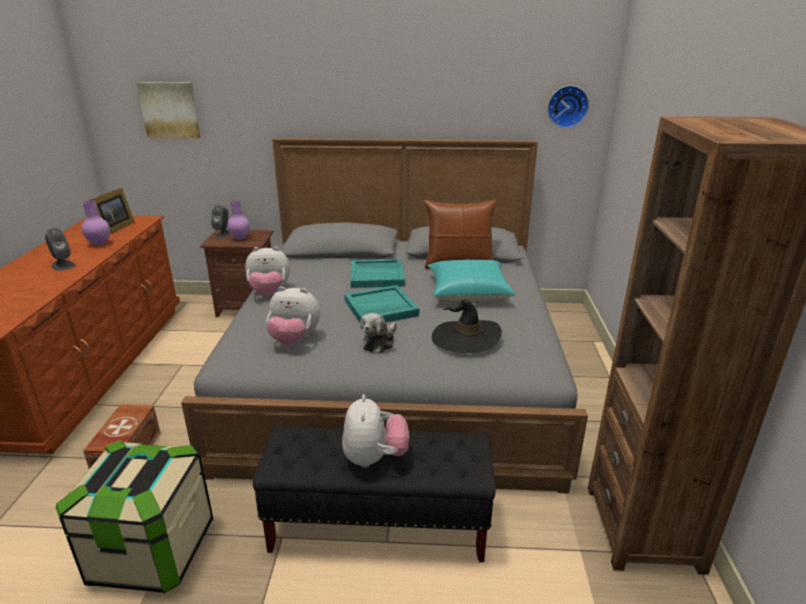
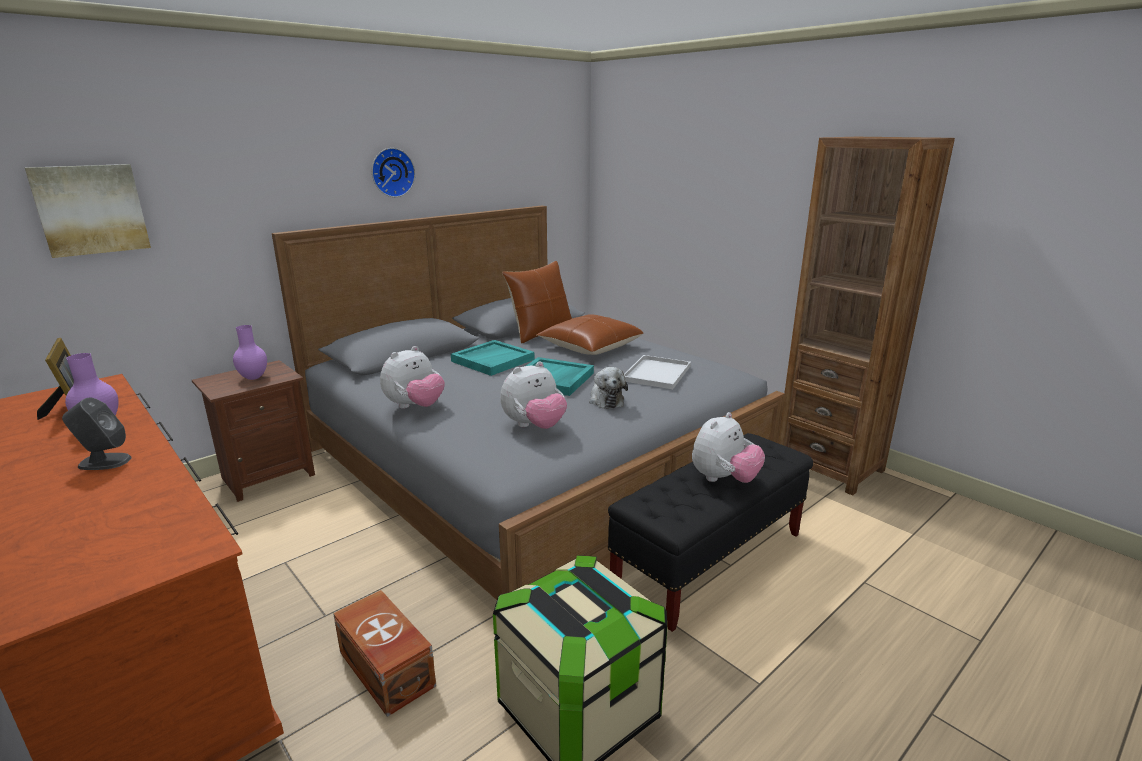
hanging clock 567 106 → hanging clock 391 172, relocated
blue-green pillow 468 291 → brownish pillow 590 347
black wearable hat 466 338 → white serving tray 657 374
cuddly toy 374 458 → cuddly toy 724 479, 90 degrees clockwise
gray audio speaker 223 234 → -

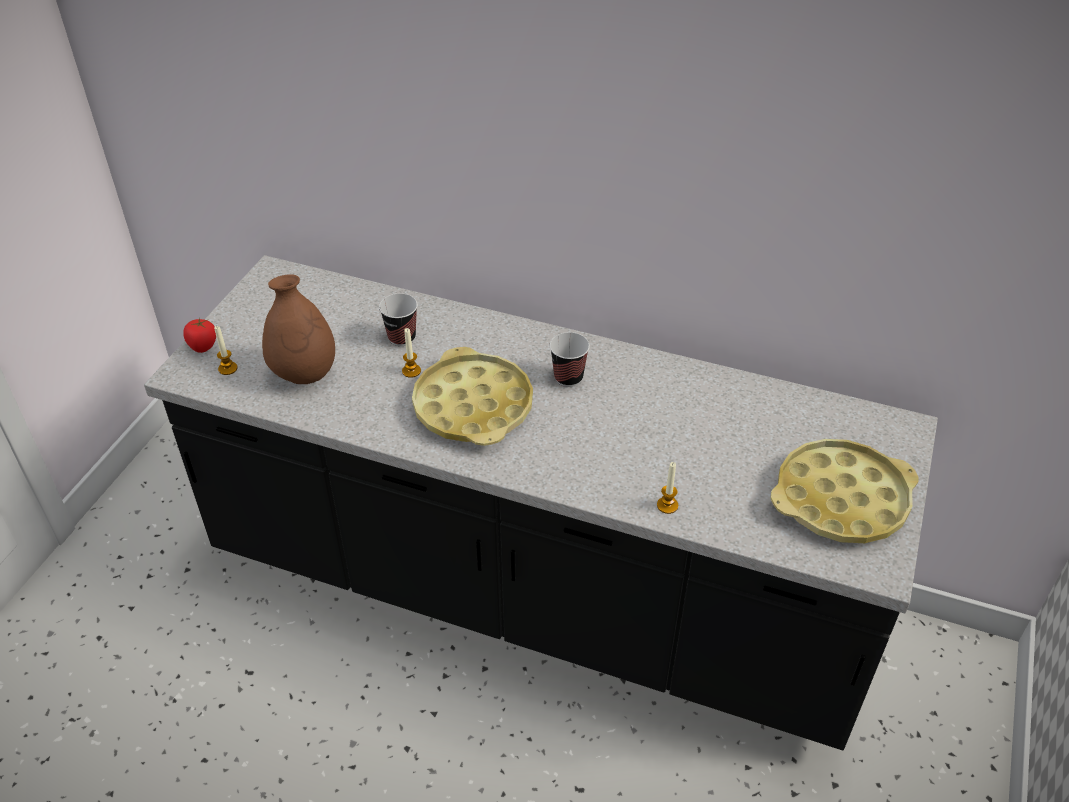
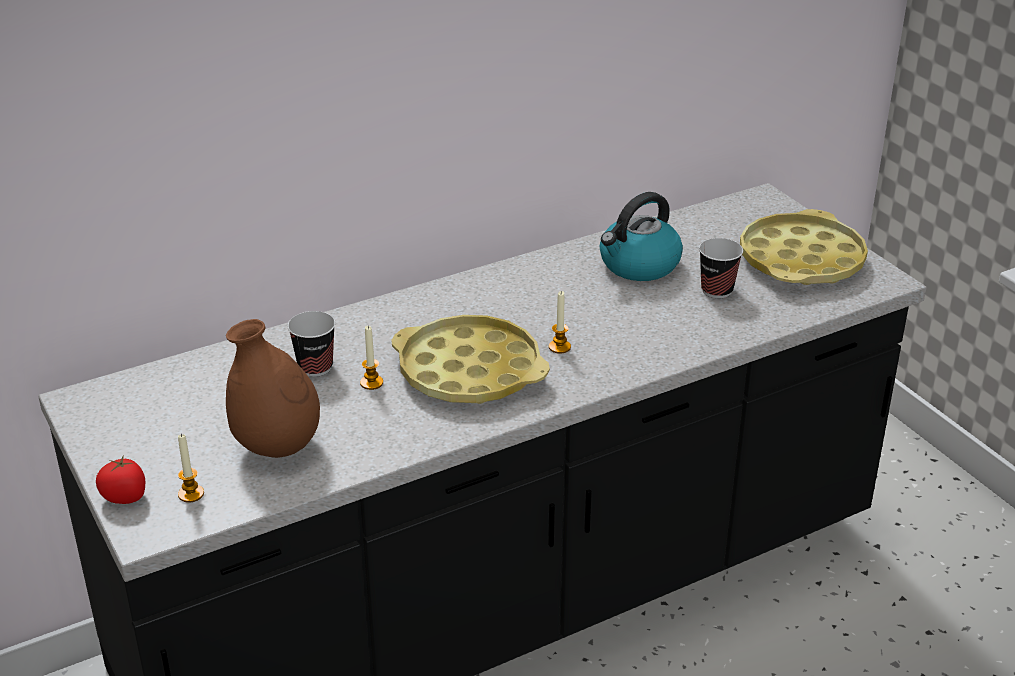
wax candle 667 505 → wax candle 559 347, relocated
- → tea kettle 638 265
drinking cup 568 378 → drinking cup 717 290, relocated

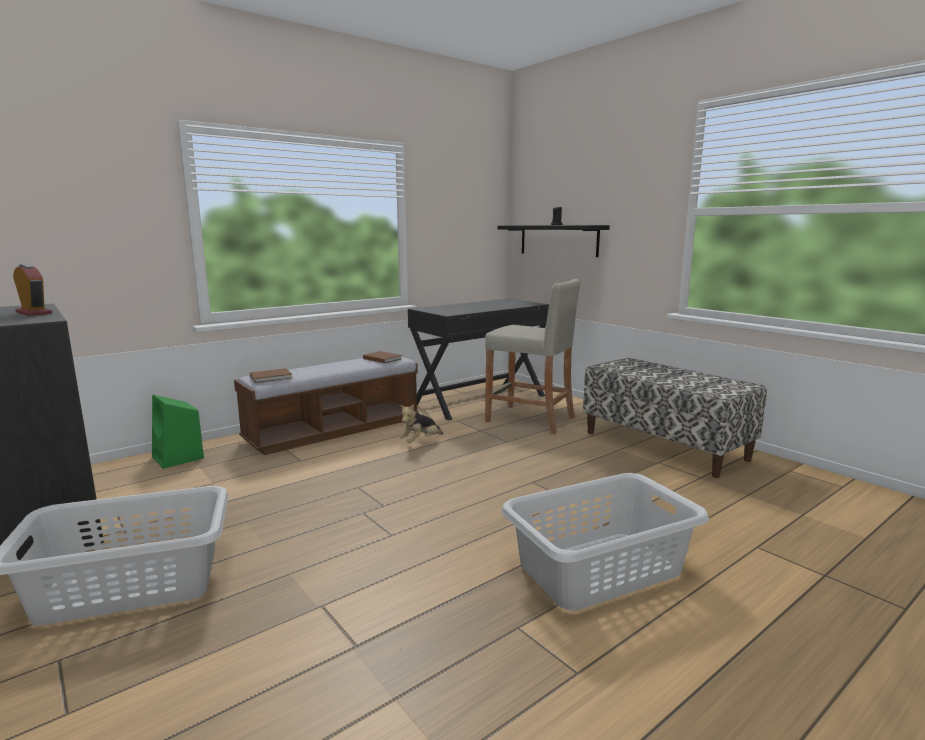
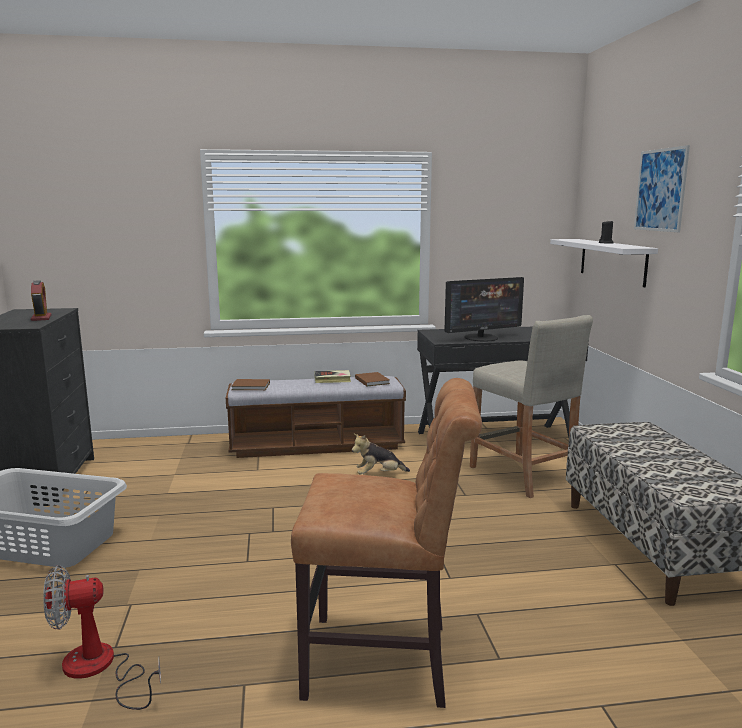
- → fan 99 669
gray hamper 601 569 → brownish plain chair 386 661
- → book 332 379
- → monitor 481 338
black bracket shelf 558 240 → white bracket shelf 612 261
- → wall art 660 190
green-coloured audio speaker 178 458 → -

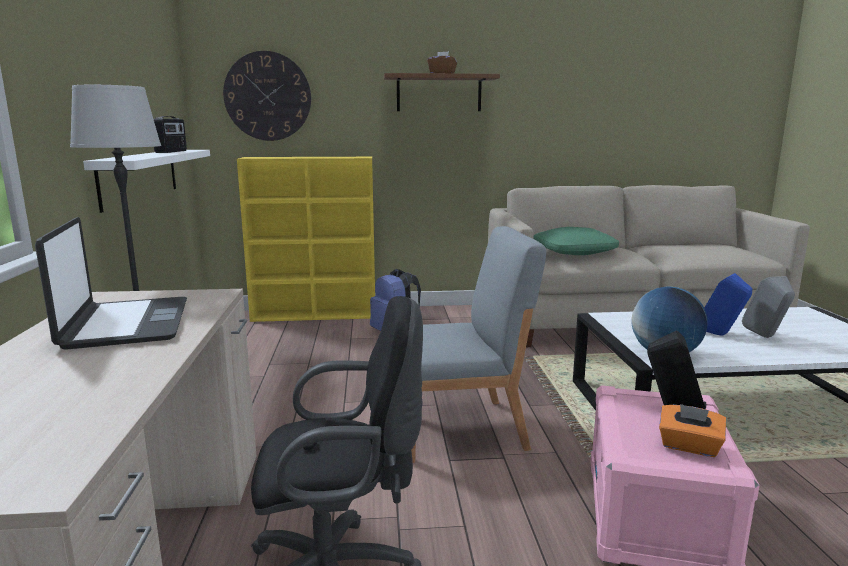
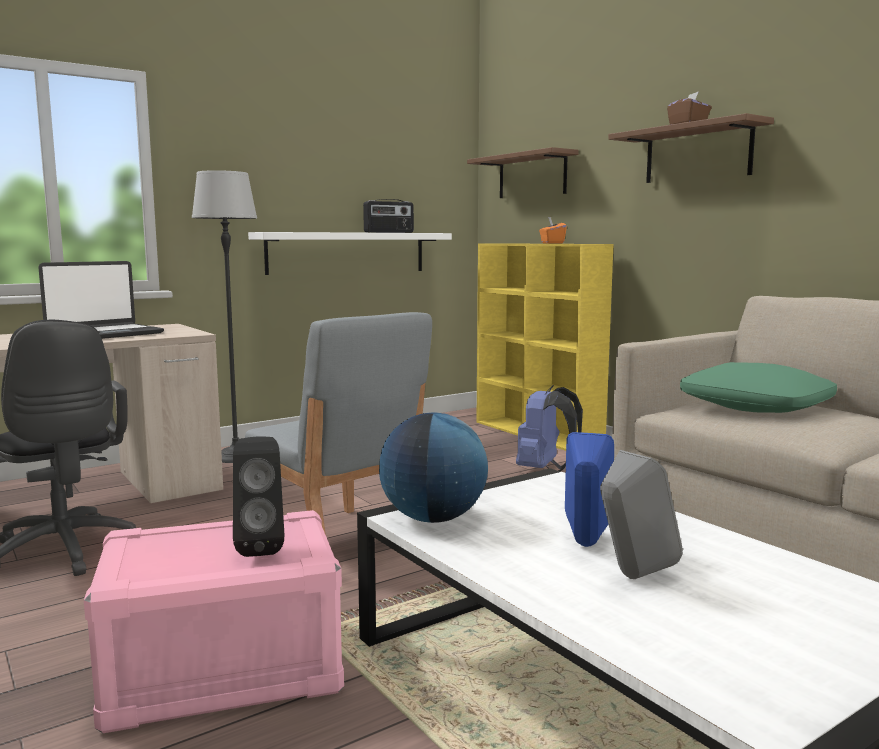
hanging clock 267 96 → brownish bracket shelf 532 176
orange tissue box 689 446 → orange tissue box 552 243, relocated

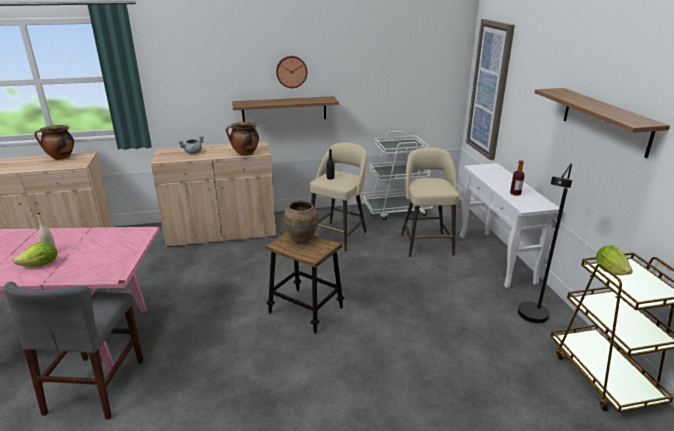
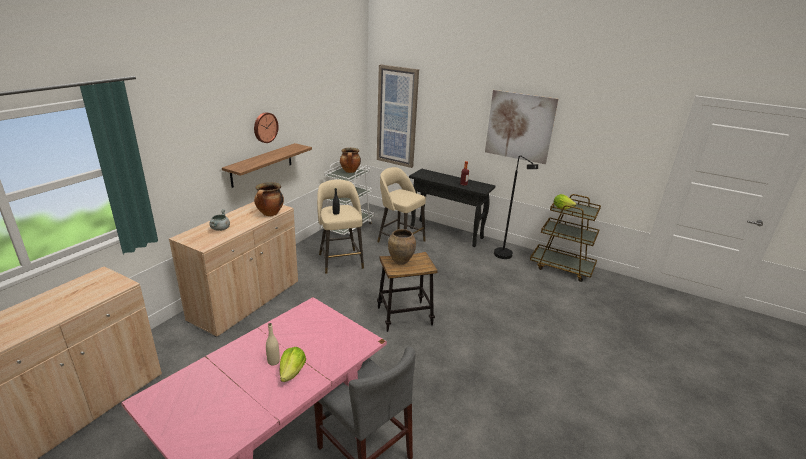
cooking pot 60 158 → cooking pot 350 171, relocated
white console table 496 259 → black console table 447 233
bracket shelf 605 120 → wall art 519 126

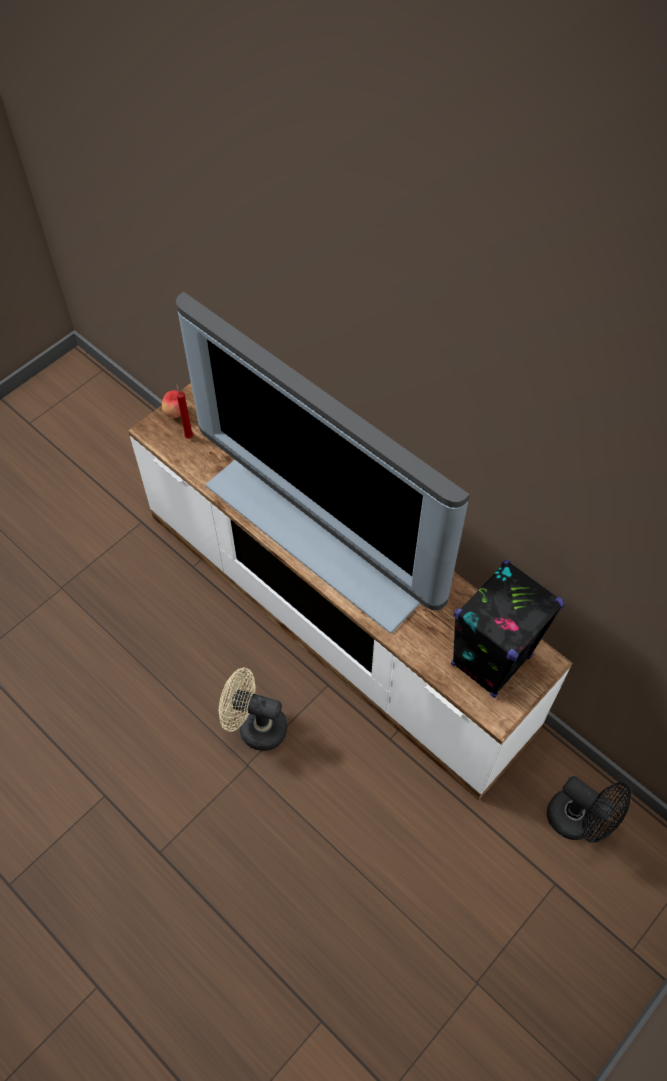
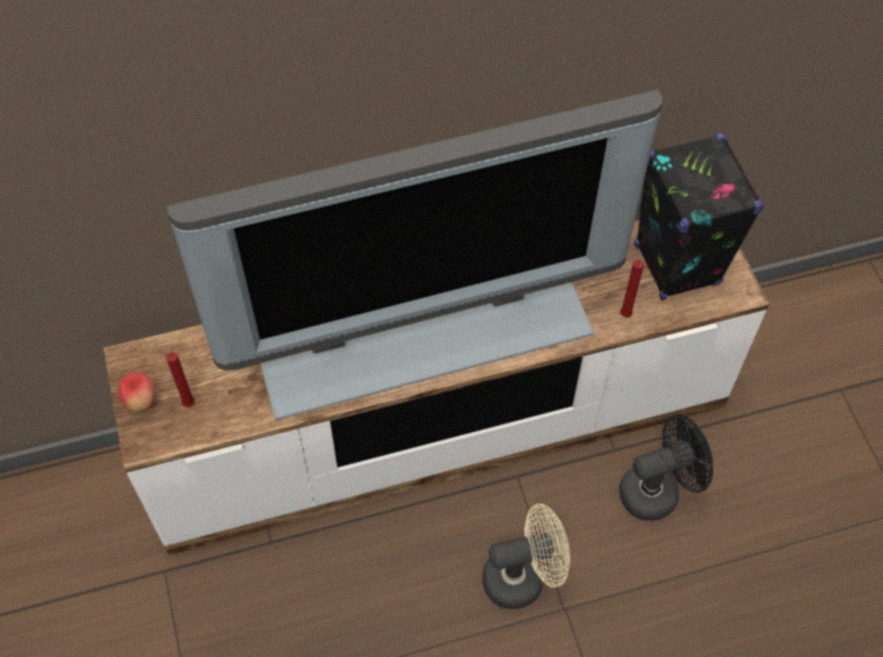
beige-coloured fan 255 726 → beige-coloured fan 523 577, 150 degrees counterclockwise
black fan 579 821 → black fan 657 490, relocated
- → red-coloured wax candle 625 316

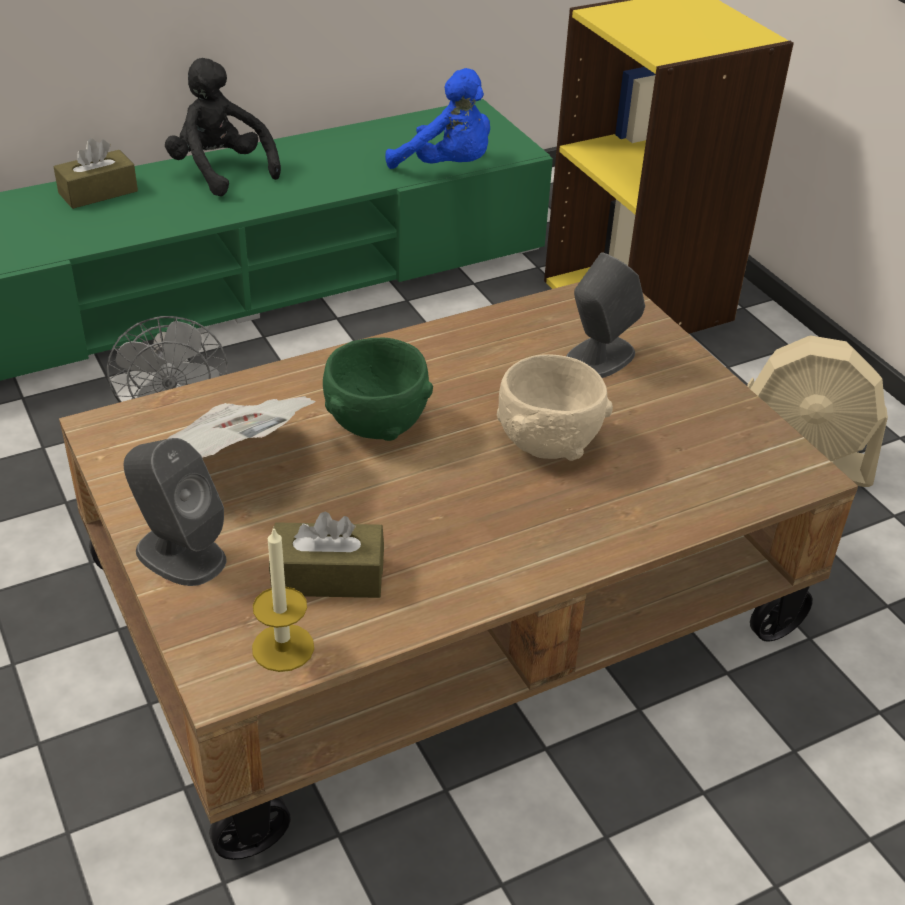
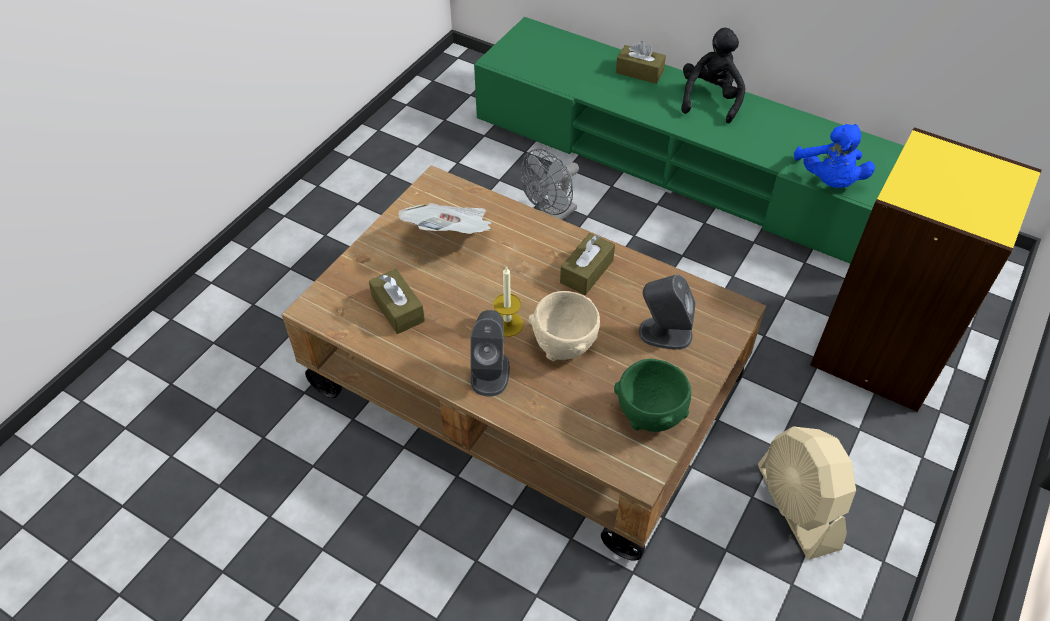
gray audio speaker 180 554 → gray audio speaker 490 372, relocated
wax candle 283 647 → wax candle 507 324, relocated
- → brownish tissue box 586 271
green-coloured serving bowl 376 425 → green-coloured serving bowl 650 414, relocated

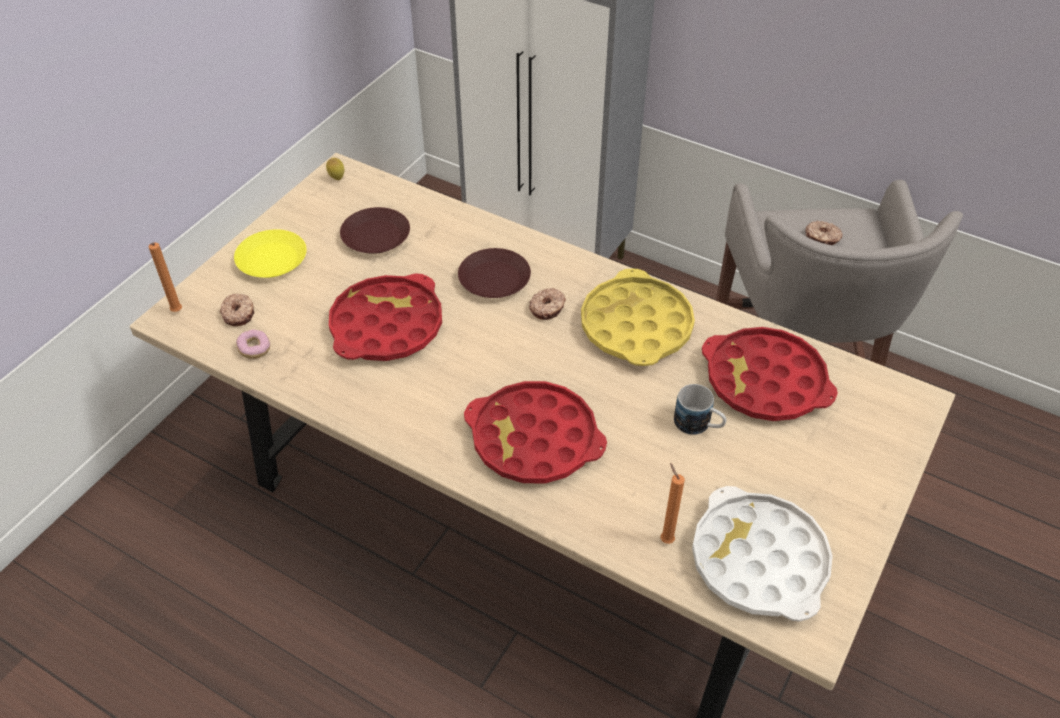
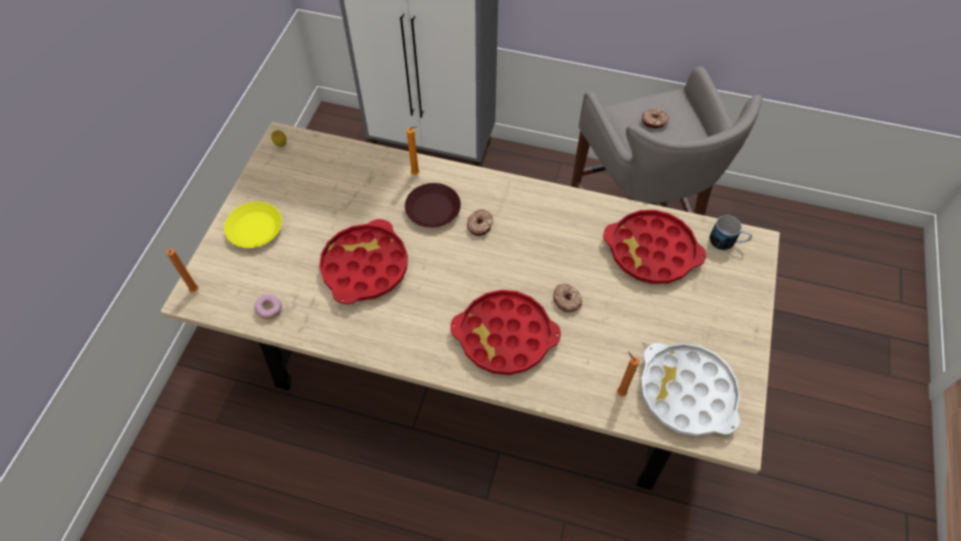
- → orange wax candle 416 174
doughnut 239 314 → doughnut 567 300, relocated
coffee mug 698 425 → coffee mug 727 242, relocated
brownish plate 376 236 → -
yellowish serving tray 636 326 → -

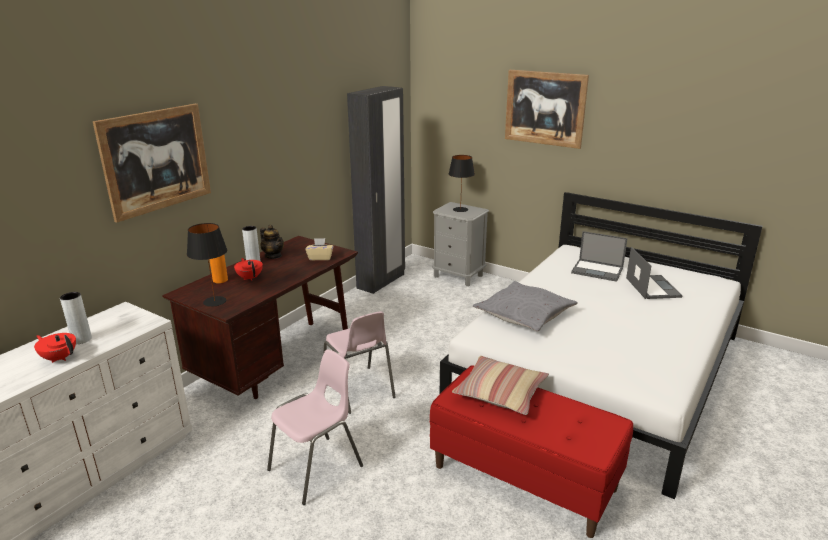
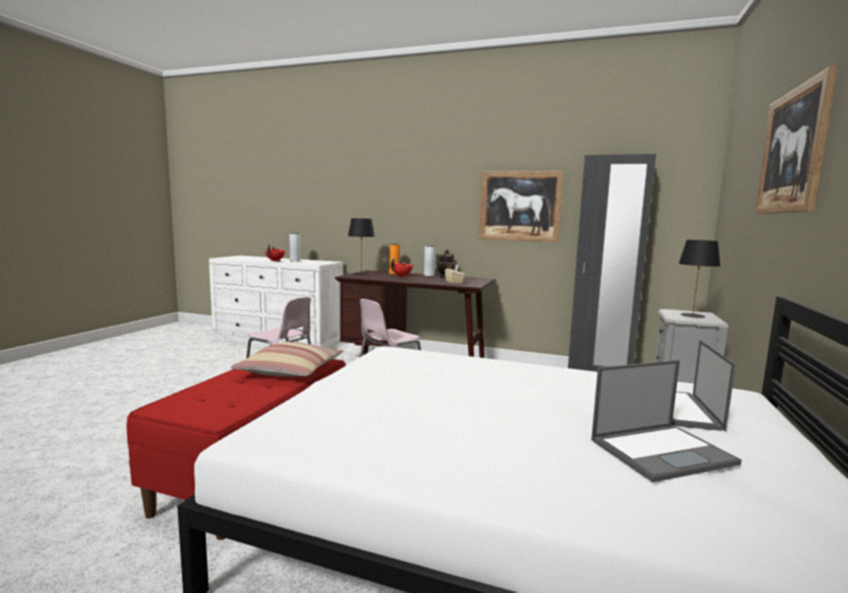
wall art 156 160 → wall art 520 206, relocated
gray pillow 524 314 → -

